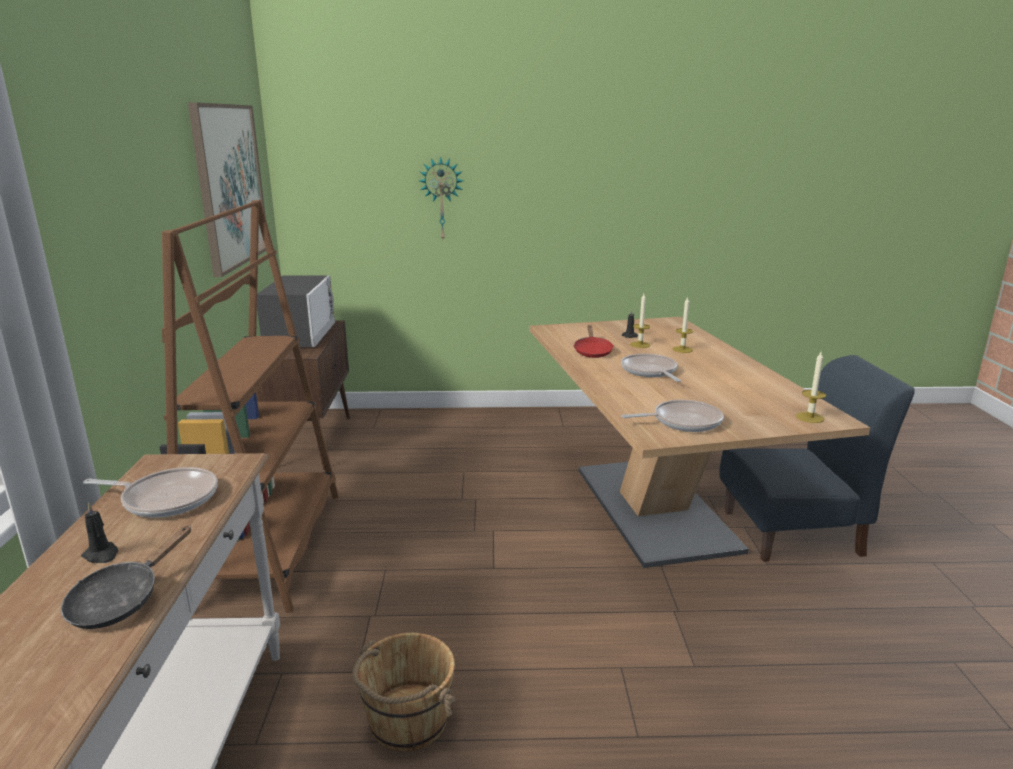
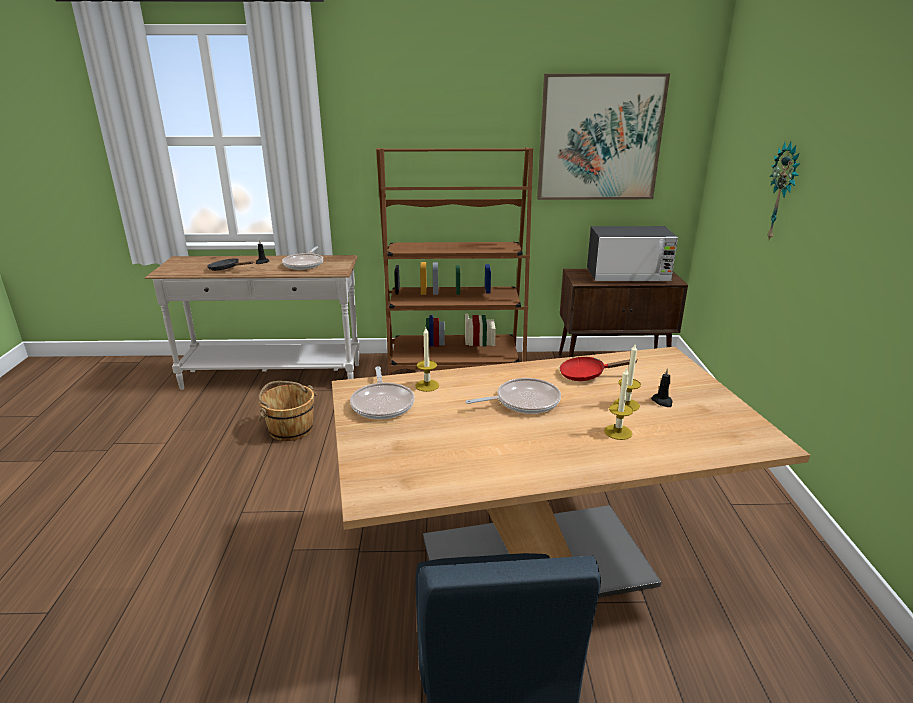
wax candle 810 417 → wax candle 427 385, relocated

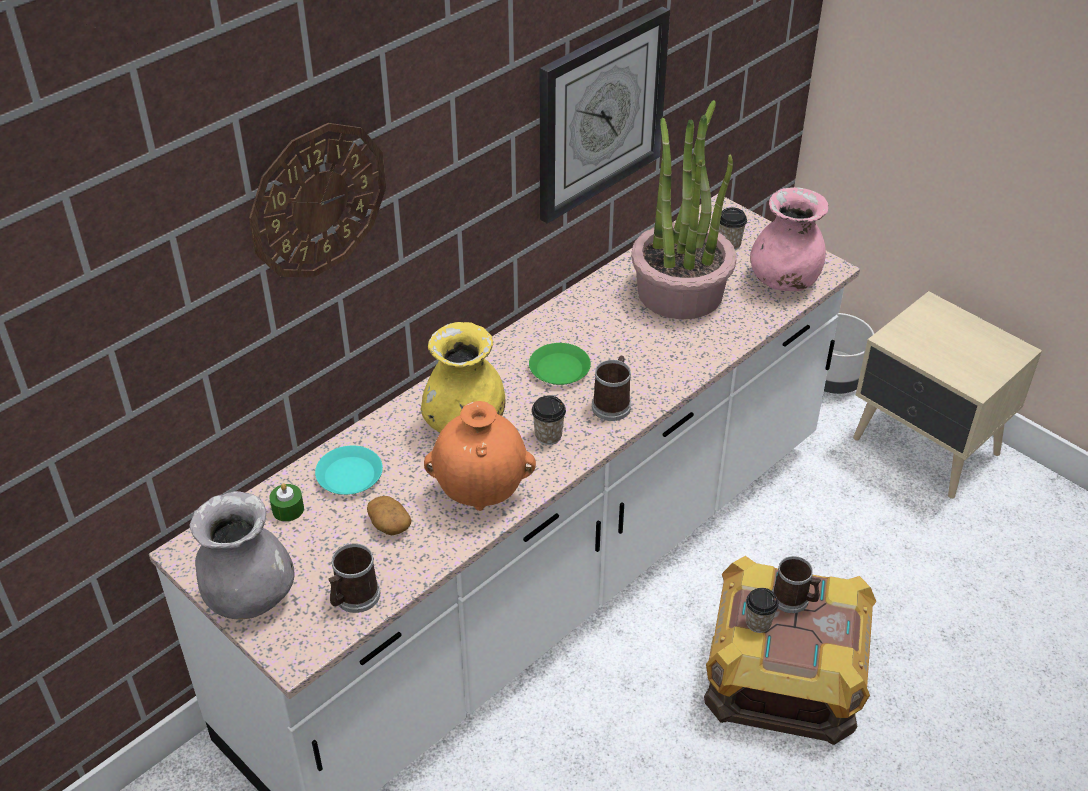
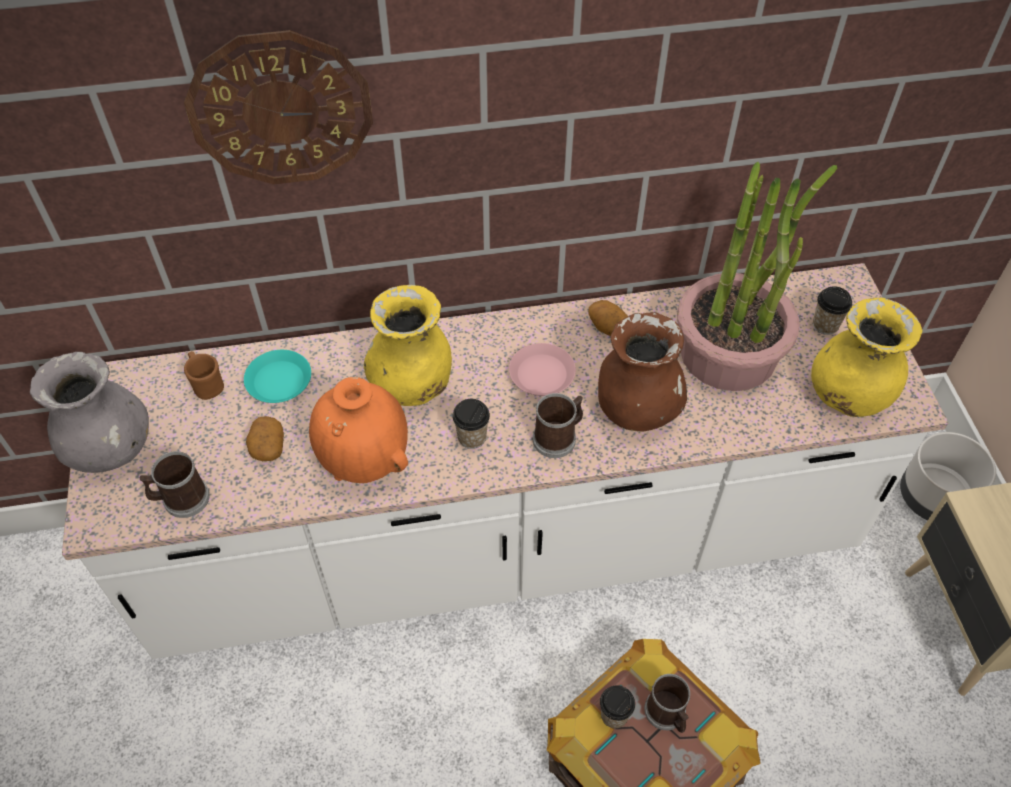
green-coloured wax candle 288 509 → brownish coffee mug 207 385
green-coloured plate 560 369 → pink plate 542 374
- → potato 607 326
- → brownish flower vase 636 408
pink flower vase 784 281 → yellowish flower vase 849 395
hanging clock 600 113 → -

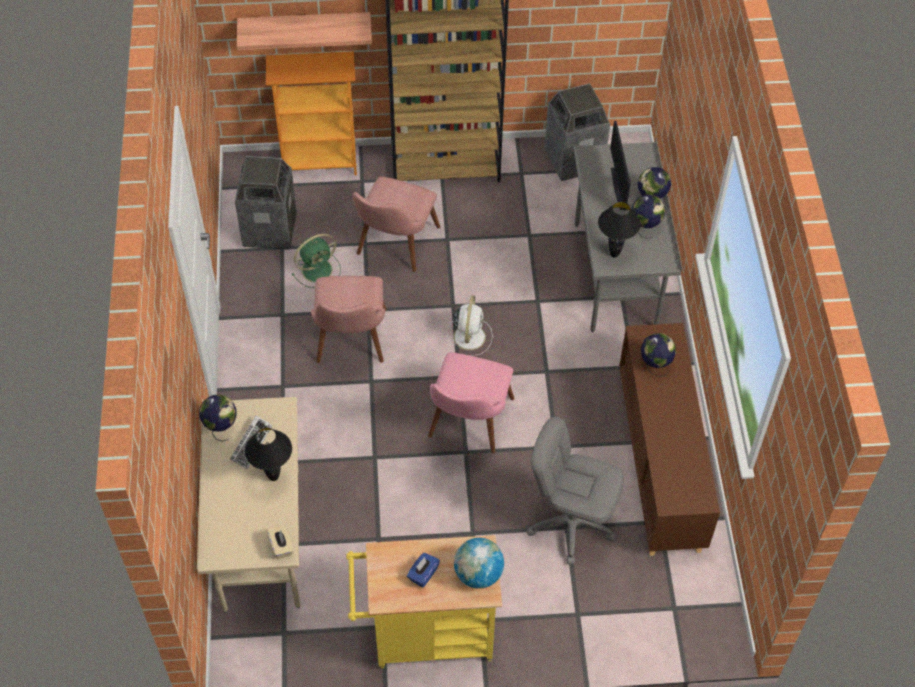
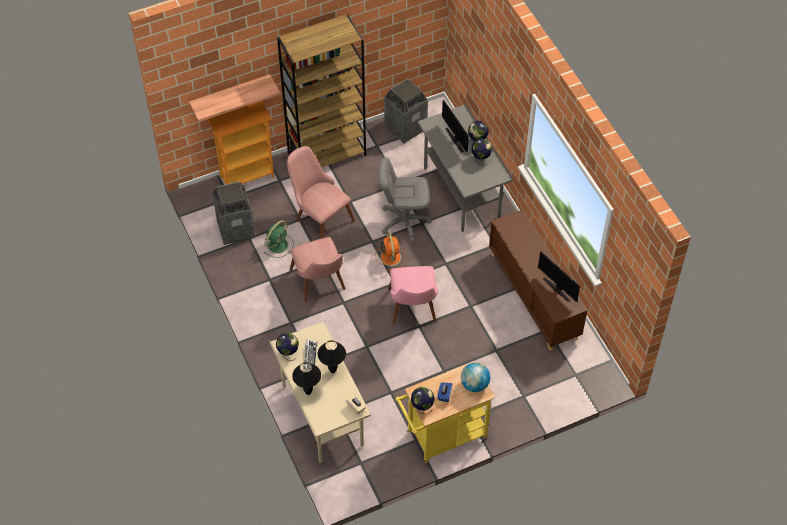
pink plain chair 393 248 → pink plain chair 319 217, 135 degrees clockwise
black lamp for a table 614 254 → black lamp for a table 308 392, relocated
white fan 469 335 → orange fan 390 256
gray computer chair 571 523 → gray computer chair 404 221, relocated
world globe 655 365 → world globe 422 407, relocated
- → monitor 557 289

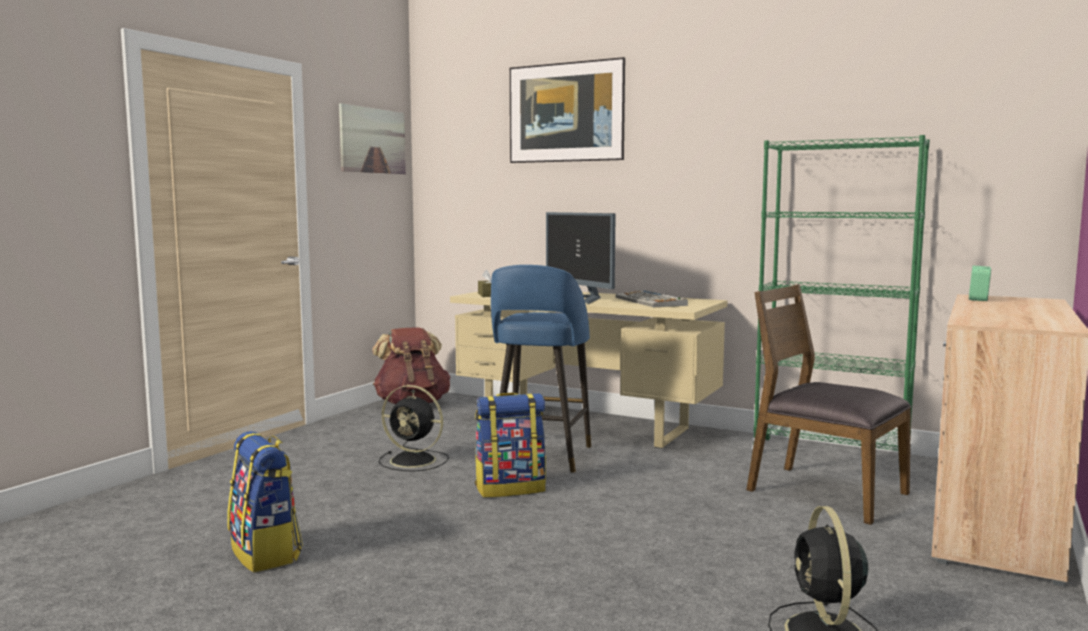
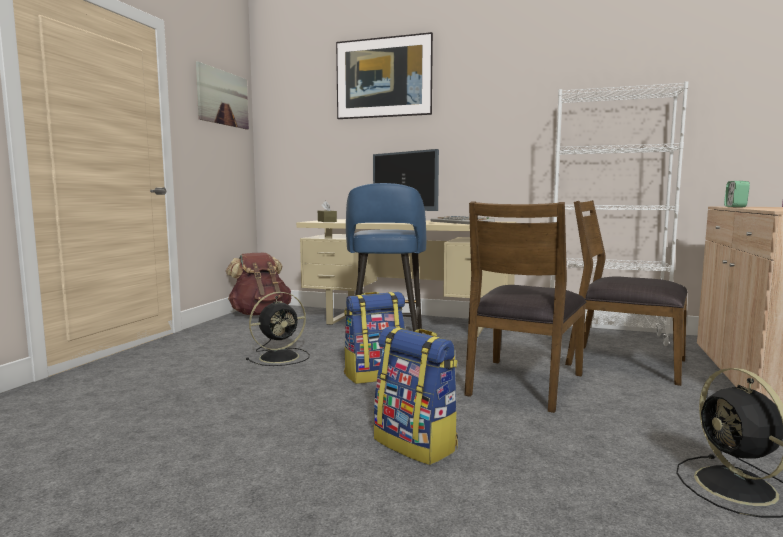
black fan 415 461 → black fan 281 357, 45 degrees counterclockwise
backpack 266 553 → backpack 416 444, relocated
- → brownish plain chair 523 384
green-coloured shelving unit 830 455 → white shelving unit 604 336

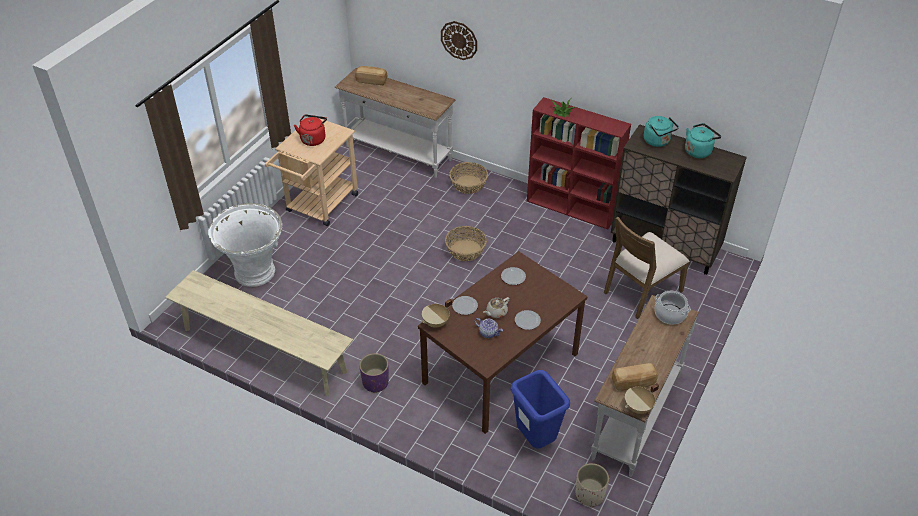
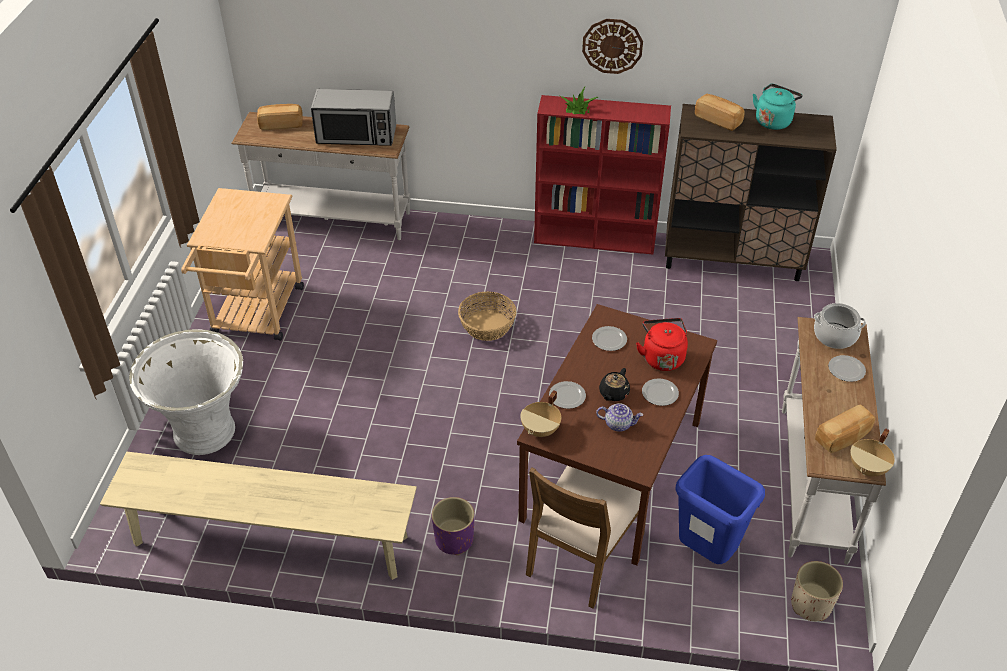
- → microwave 356 135
brownish plain chair 641 291 → brownish plain chair 582 554, relocated
hanging clock 459 40 → hanging clock 612 46, relocated
beige-coloured tea pot 496 312 → black tea pot 613 393
red-coloured tea kettle 313 139 → red-coloured tea kettle 662 357, relocated
blue-green tea kettle 658 141 → bread 718 120
- → plate 845 370
household basket 468 184 → -

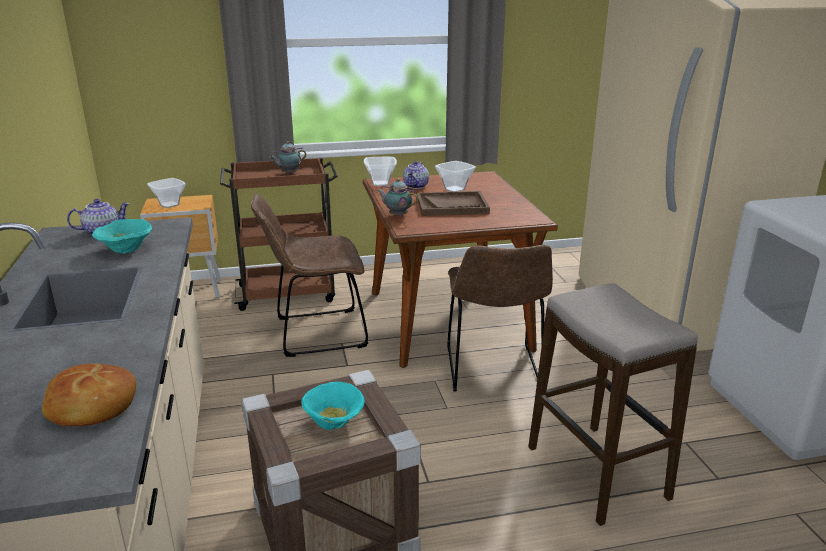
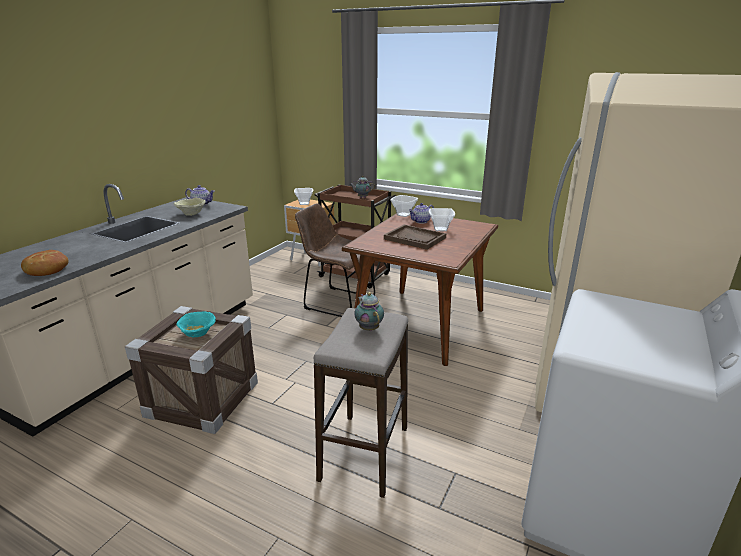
blue-green serving bowl 125 250 → beige-coloured serving bowl 190 214
tea pot 397 215 → tea pot 368 328, relocated
brownish plain chair 493 371 → -

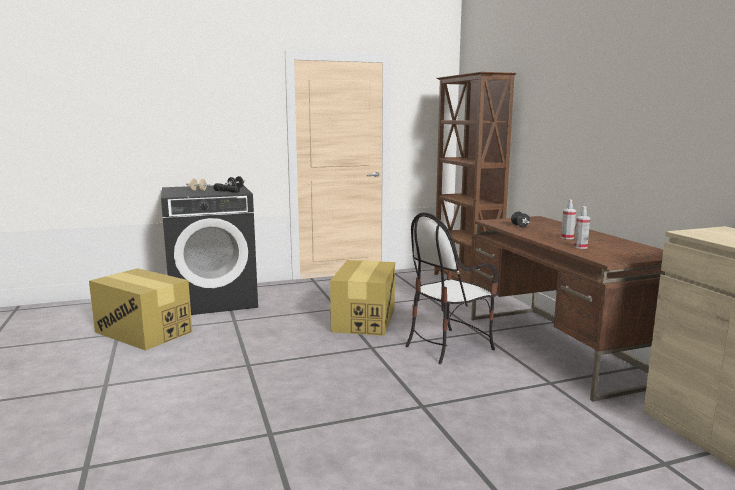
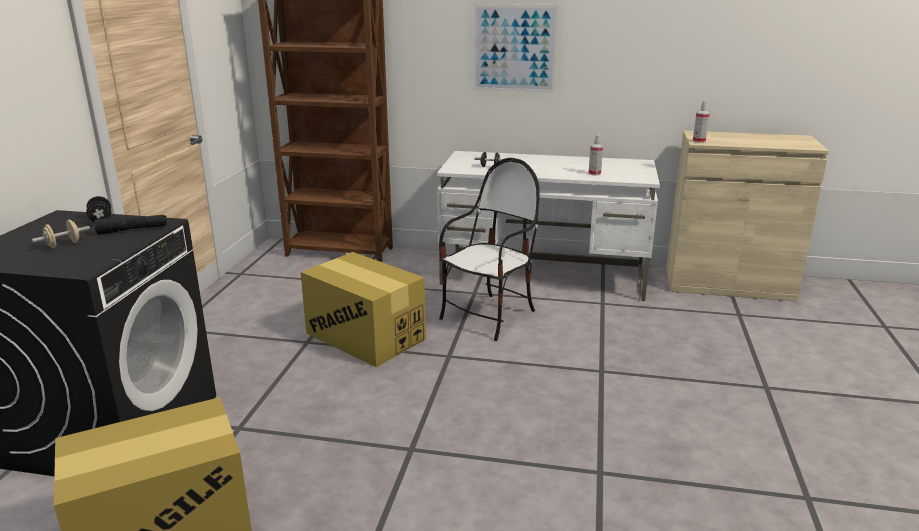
brownish desk unit 558 348 → white desk unit 544 276
plain chair 448 346 → plain chair 489 317, 135 degrees counterclockwise
- → wall art 514 48
hand sprayer 567 237 → hand sprayer 699 141, relocated

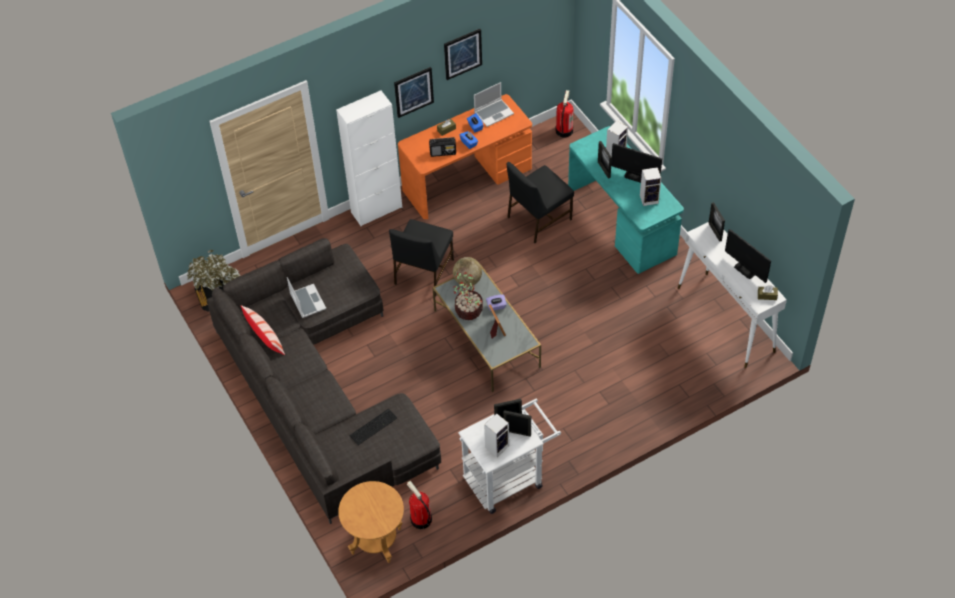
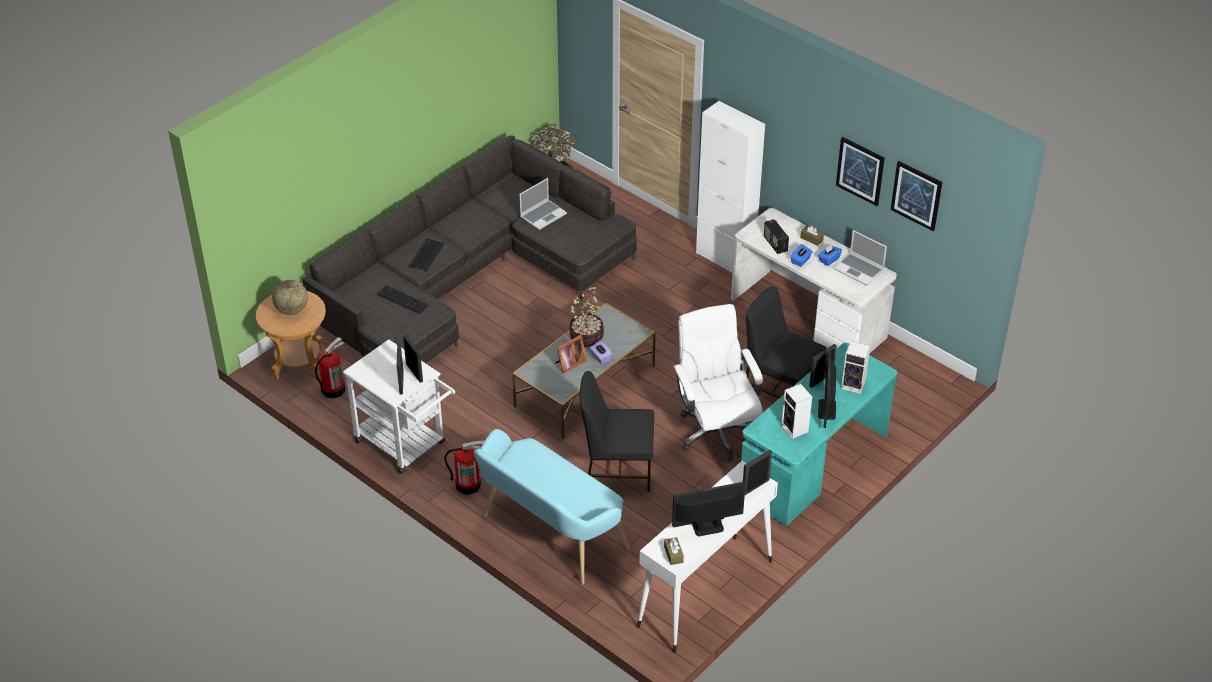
world globe 467 280 → world globe 292 310, relocated
- → keyboard 426 255
fire extinguisher 564 130 → fire extinguisher 468 484, relocated
- → blue-green long seat 549 535
black plain chair 423 272 → black plain chair 617 469, relocated
monitor 746 269 → monitor 708 527, 45 degrees clockwise
- → white computer chair 715 431
orange desk unit 466 179 → white desk unit 808 317
wall art 413 92 → wall art 916 195, relocated
pillow 265 337 → -
audio speaker 497 446 → -

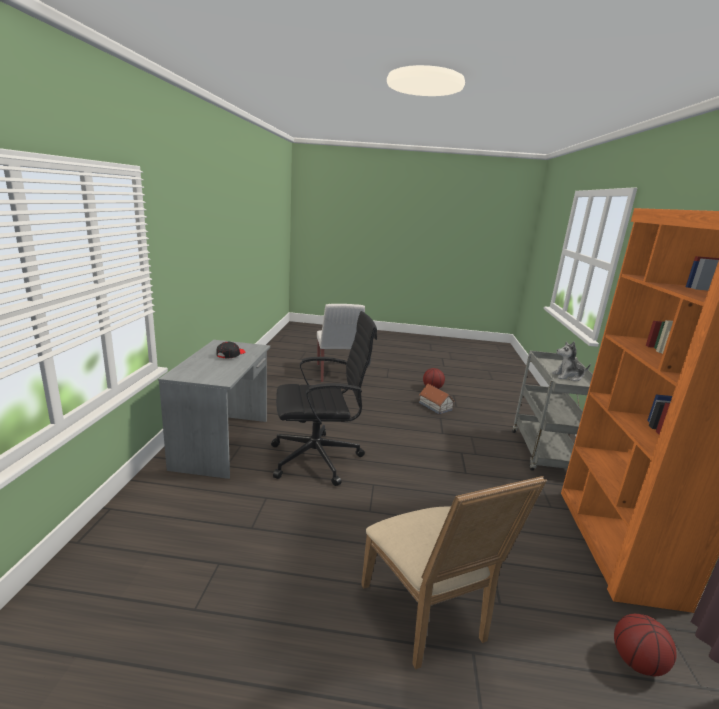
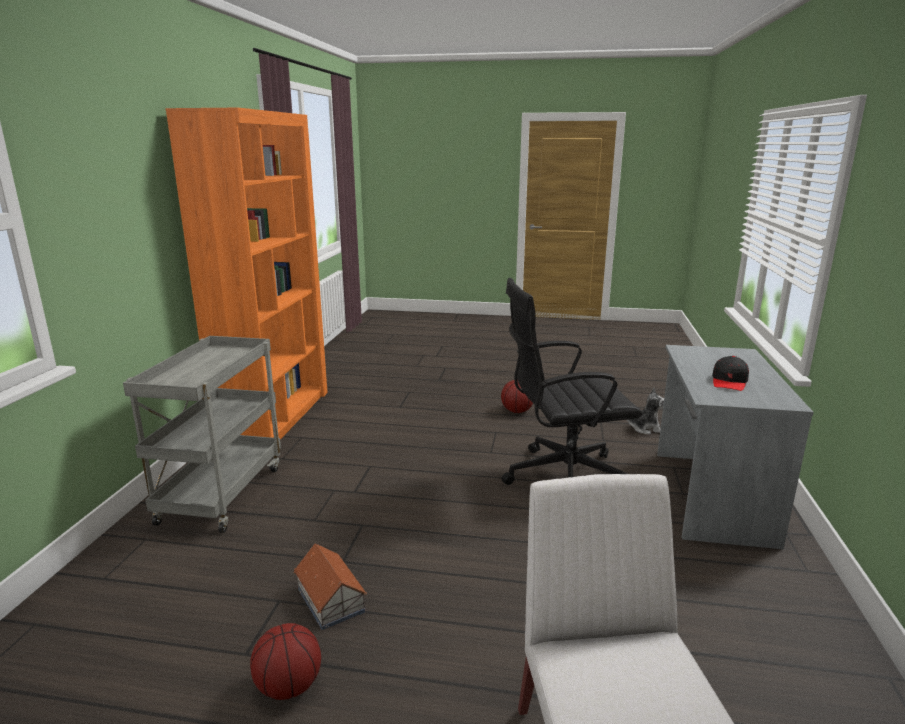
basketball ball 636 662 → basketball ball 517 411, relocated
cuddly toy 568 376 → cuddly toy 645 428, relocated
beige-coloured plain chair 428 616 → -

